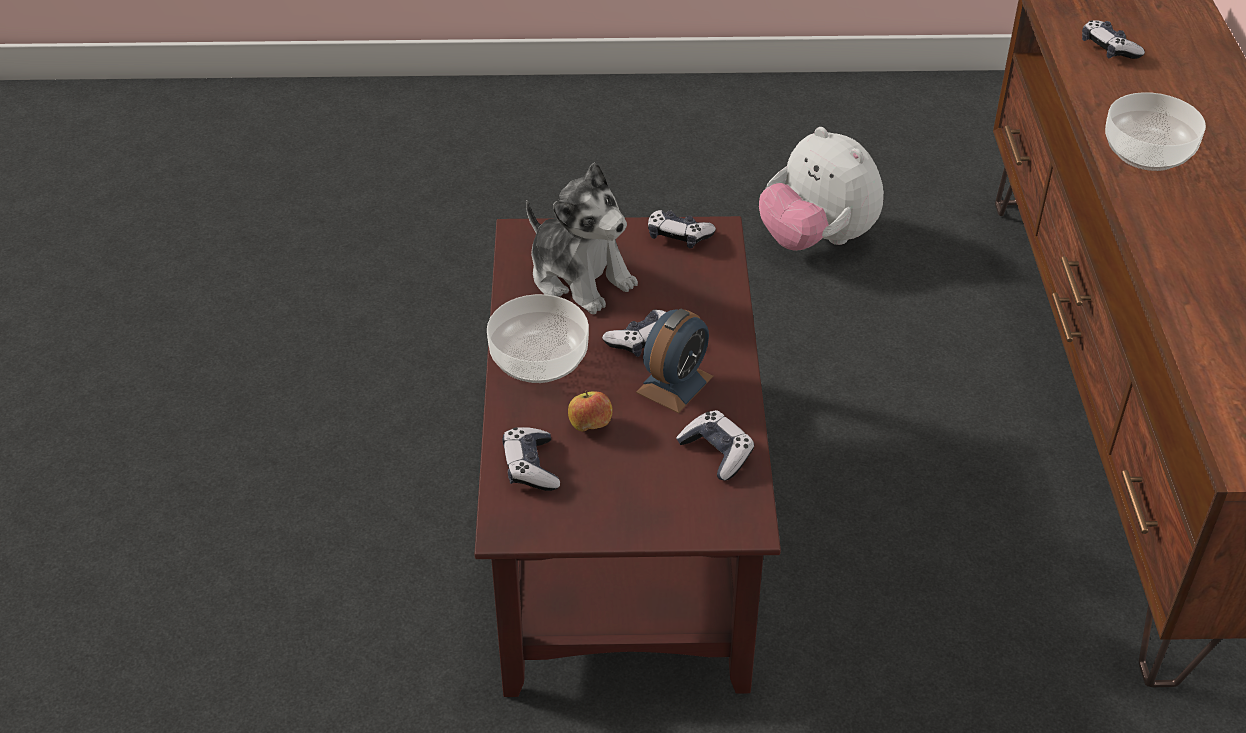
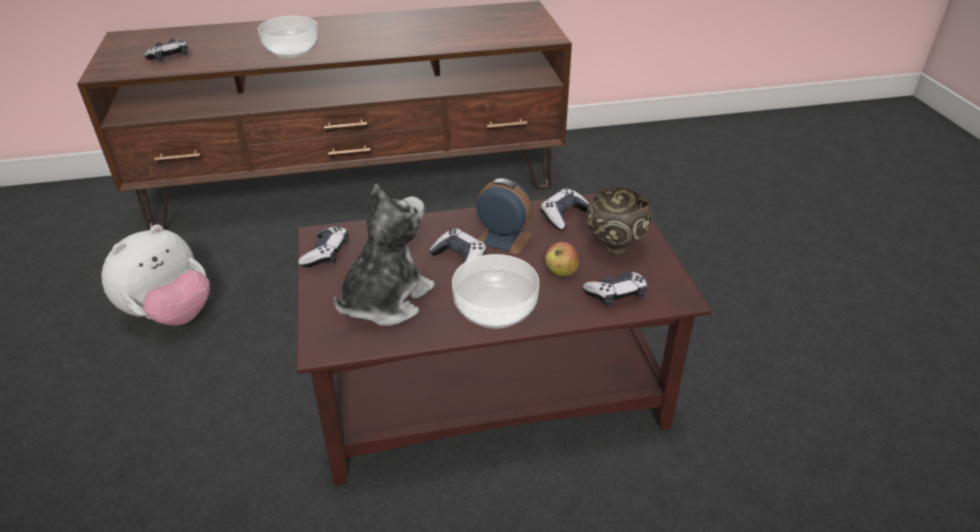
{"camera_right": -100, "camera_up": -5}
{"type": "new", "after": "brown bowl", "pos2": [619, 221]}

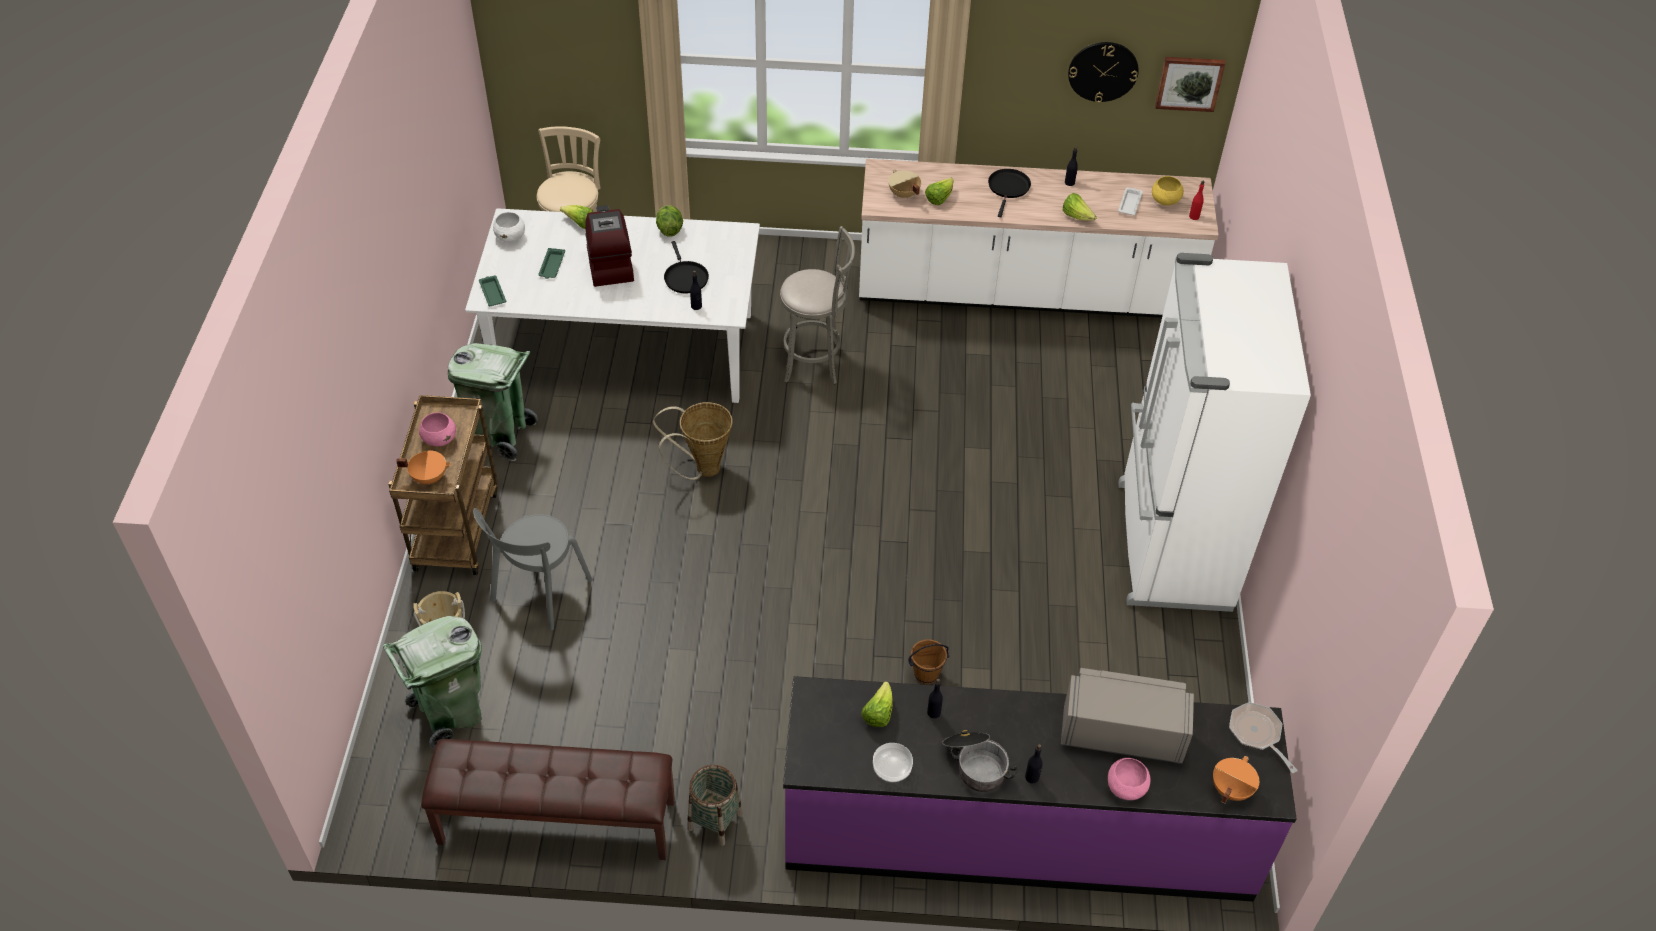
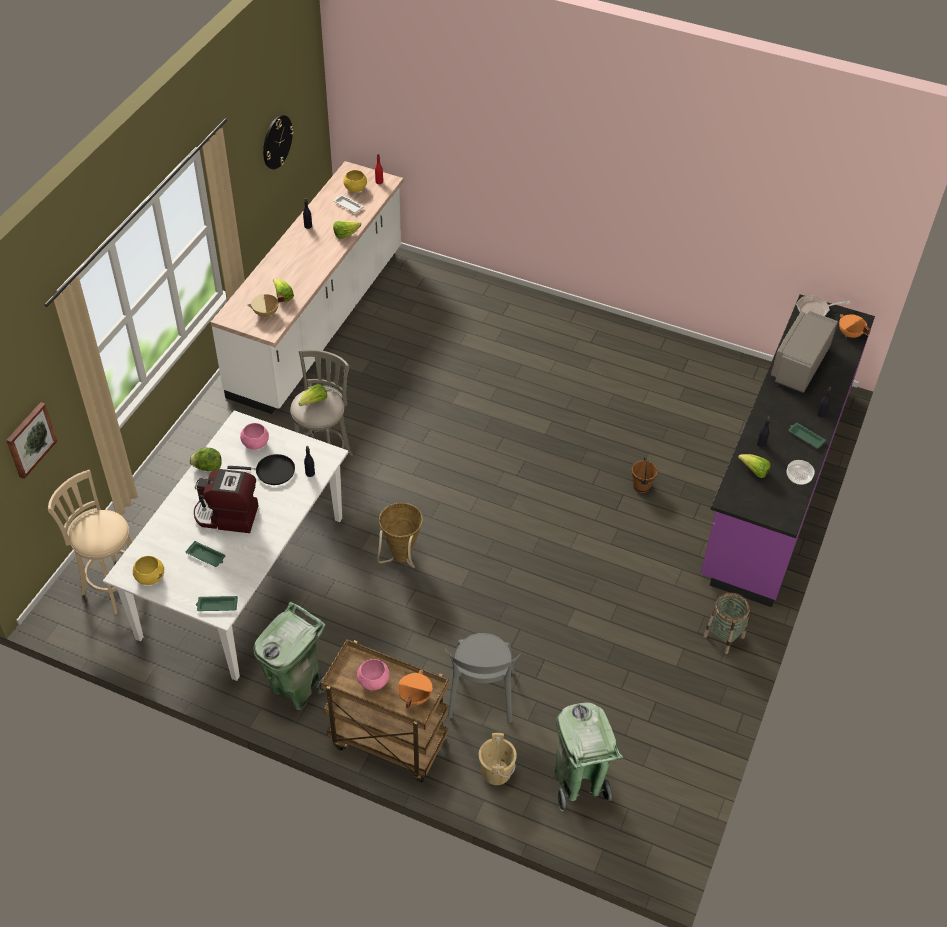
{"camera_right": -70, "camera_up": 0}
{"type": "shifted", "before": "picture", "pos1": [1190, 84], "pos2": [31, 440]}
{"type": "gone", "before": "black frying pan", "pos1": [1009, 193]}
{"type": "shifted", "before": "lettuce", "pos1": [576, 217], "pos2": [312, 395]}
{"type": "repainted", "before": "white bowl", "after": "yellow bowl", "pos1": [509, 227], "pos2": [148, 570]}
{"type": "gone", "before": "white fridge", "pos1": [1214, 432]}
{"type": "rotated", "before": "grey chair", "pos1": [532, 569], "pos2": [483, 678], "turn": 45}
{"type": "swapped", "before": "cooking pot", "after": "green tray", "pos1": [980, 761], "pos2": [807, 436]}
{"type": "gone", "before": "brown bench", "pos1": [548, 799]}
{"type": "shifted", "before": "pink bowl", "pos1": [1129, 779], "pos2": [254, 436]}

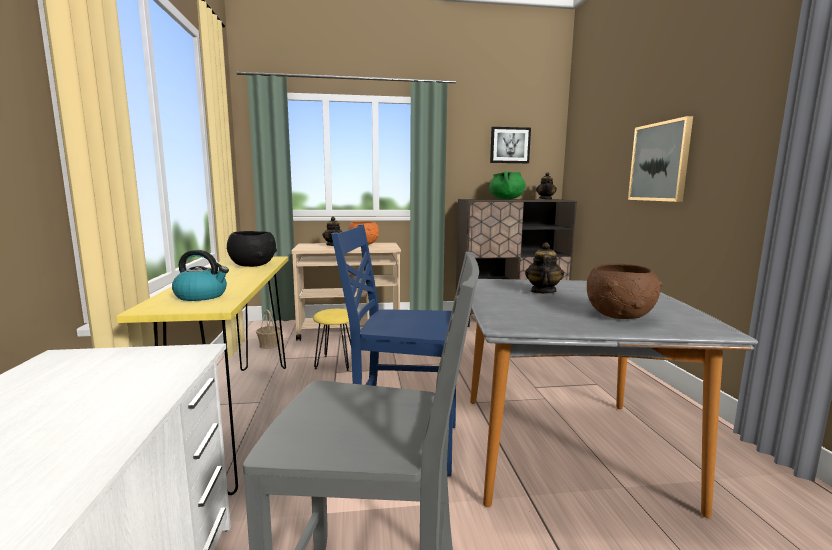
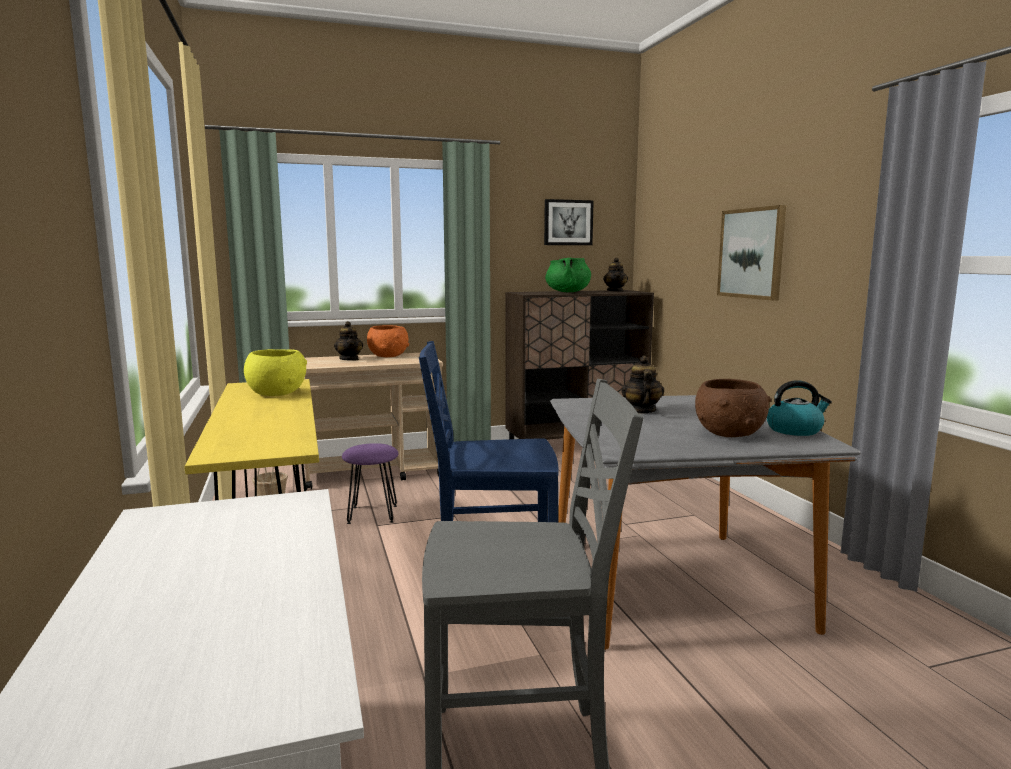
{"camera_right": -10, "camera_up": 0}
{"type": "repainted", "before": "black bowl", "after": "yellow bowl", "pos1": [252, 249], "pos2": [275, 372]}
{"type": "shifted", "before": "kettle", "pos1": [200, 275], "pos2": [799, 408]}
{"type": "repainted", "before": "yellow stool", "after": "purple stool", "pos1": [332, 340], "pos2": [370, 483]}

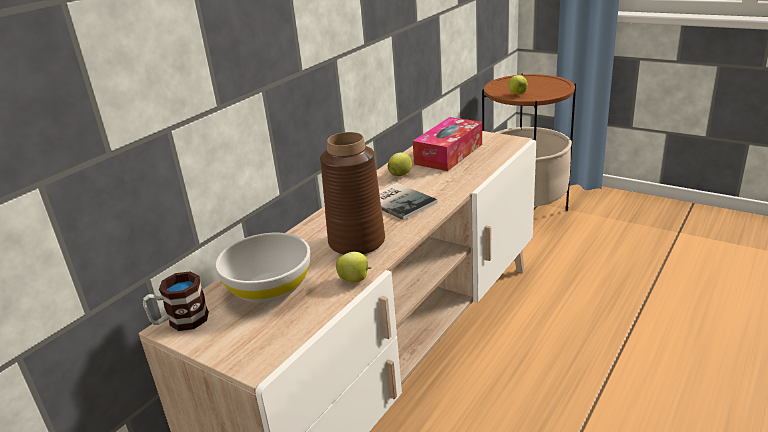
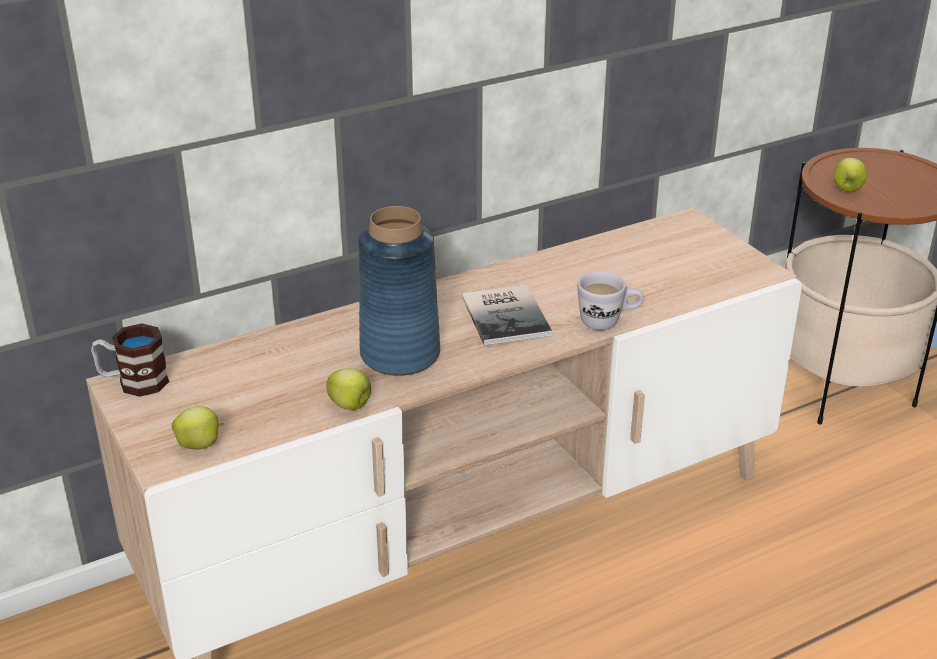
{"camera_right": 25, "camera_up": 5}
{"type": "gone", "before": "tissue box", "pos1": [447, 144]}
{"type": "repainted", "before": "brown vase", "after": "blue vase", "pos1": [352, 193], "pos2": [399, 291]}
{"type": "shifted", "before": "apple", "pos1": [400, 164], "pos2": [198, 427]}
{"type": "gone", "before": "white bowl", "pos1": [263, 268]}
{"type": "new", "after": "white mug", "pos2": [610, 300]}

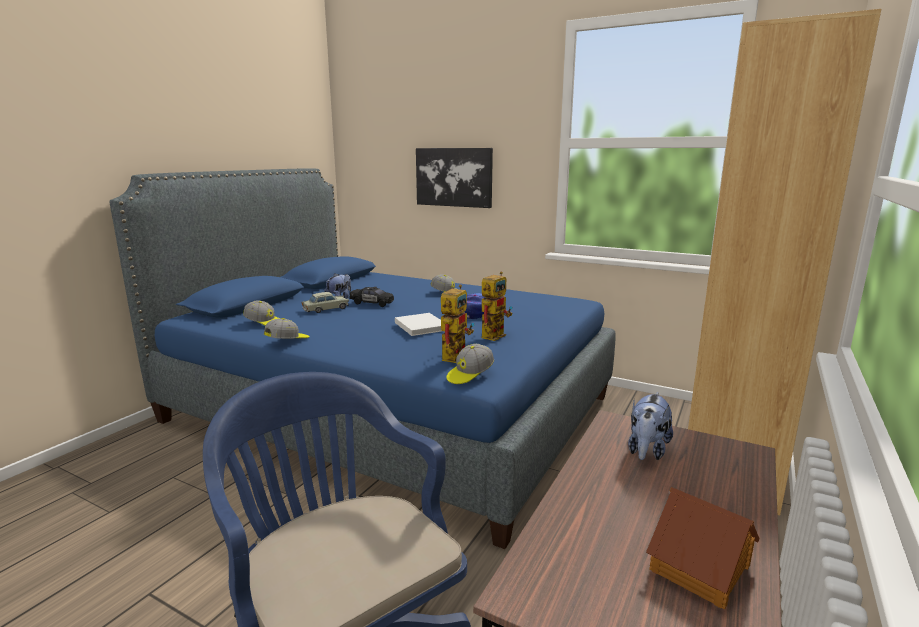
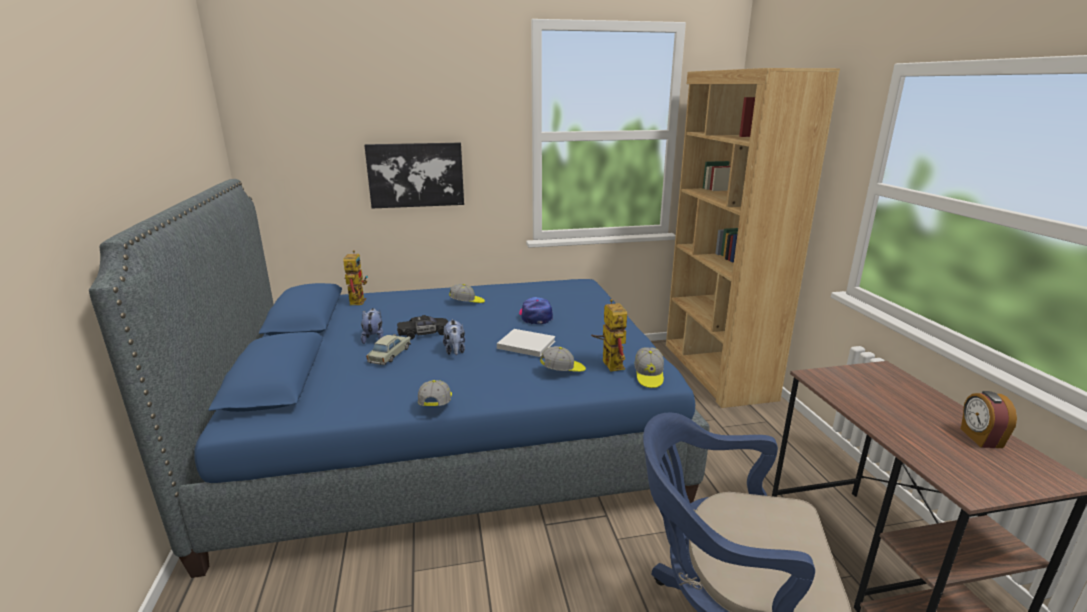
{"camera_right": -40, "camera_up": 5}
{"type": "shifted", "before": "toy robot", "pos1": [497, 306], "pos2": [355, 277]}
{"type": "shifted", "before": "cap", "pos1": [261, 313], "pos2": [563, 359]}
{"type": "shifted", "before": "plush toy", "pos1": [650, 426], "pos2": [454, 337]}
{"type": "swapped", "before": "toy house", "after": "alarm clock", "pos1": [703, 548], "pos2": [989, 419]}

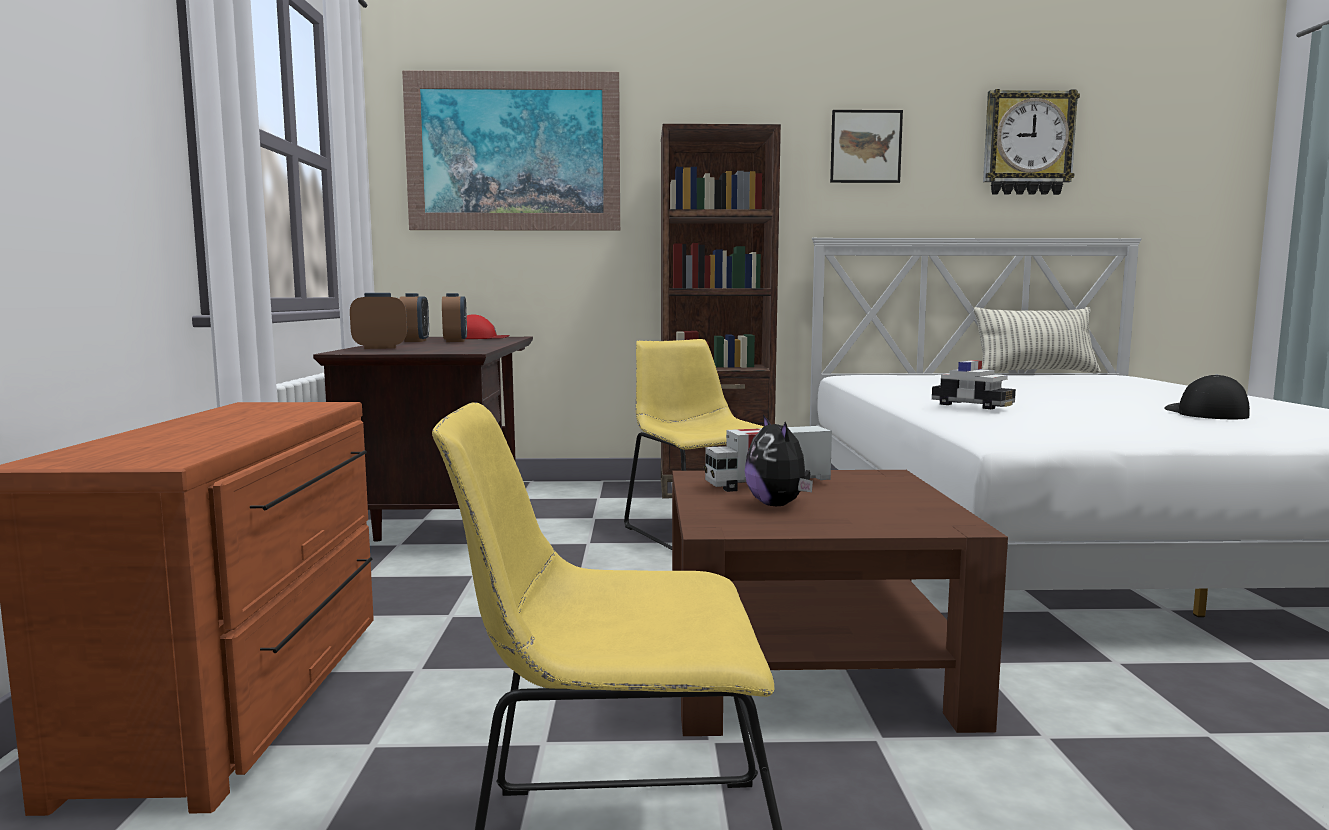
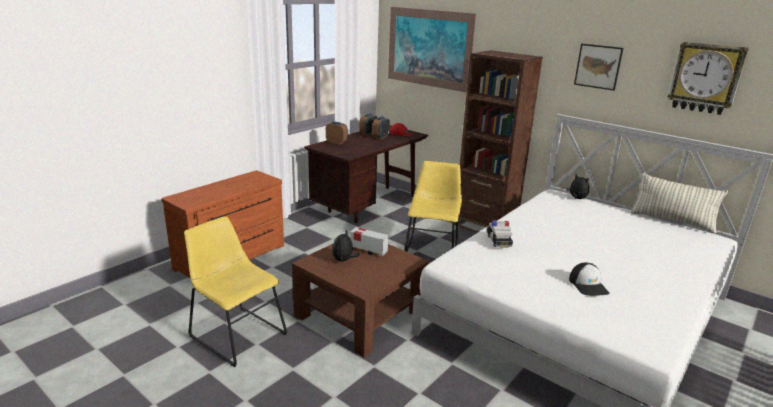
{"camera_right": 40, "camera_up": 15}
{"type": "rotated", "before": "cap", "pos1": [1207, 396], "pos2": [589, 279], "turn": 120}
{"type": "new", "after": "plush toy", "pos2": [577, 186]}

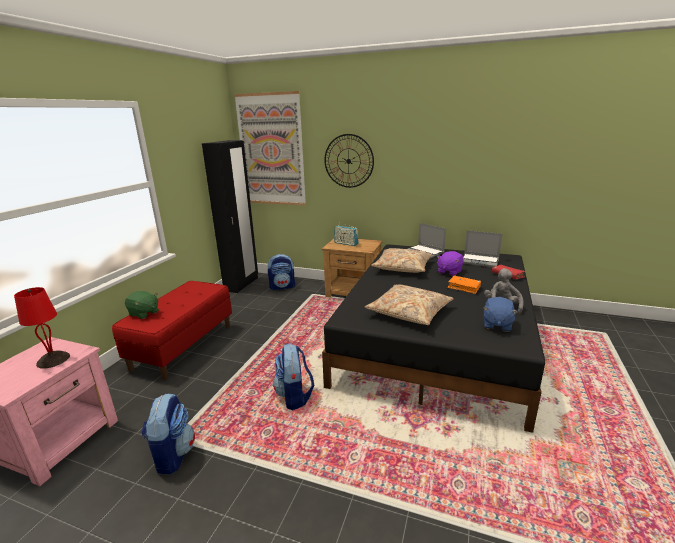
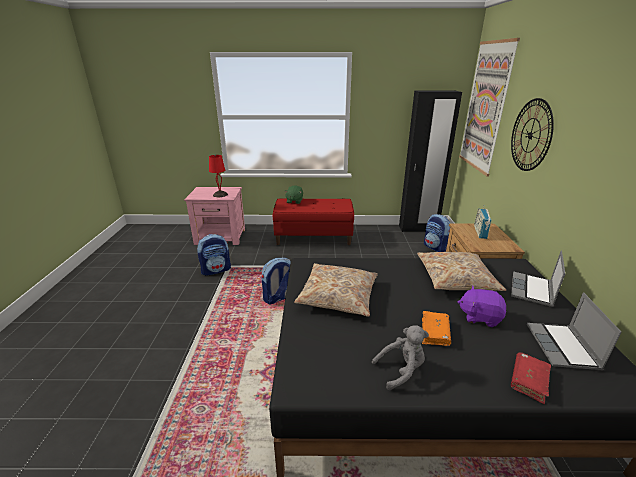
{"camera_right": 70, "camera_up": 5}
{"type": "gone", "before": "blue plush toy", "pos1": [500, 314]}

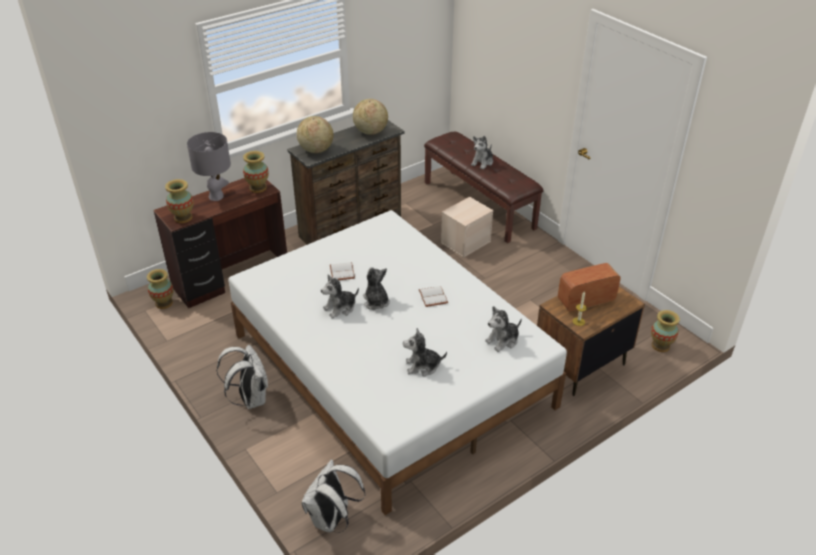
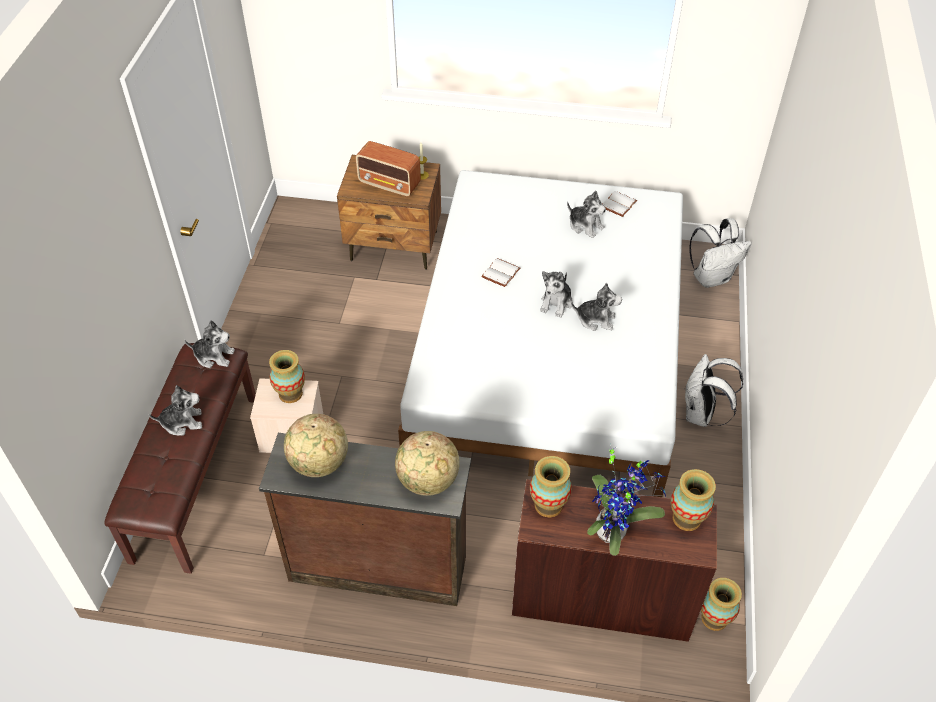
{"camera_right": -135, "camera_up": 10}
{"type": "swapped", "before": "grey table lamp", "after": "potted plant", "pos1": [209, 166], "pos2": [626, 499]}
{"type": "shifted", "before": "white book", "pos1": [342, 271], "pos2": [620, 204]}
{"type": "shifted", "before": "plush toy", "pos1": [503, 329], "pos2": [210, 344]}
{"type": "shifted", "before": "vase", "pos1": [665, 331], "pos2": [287, 376]}

